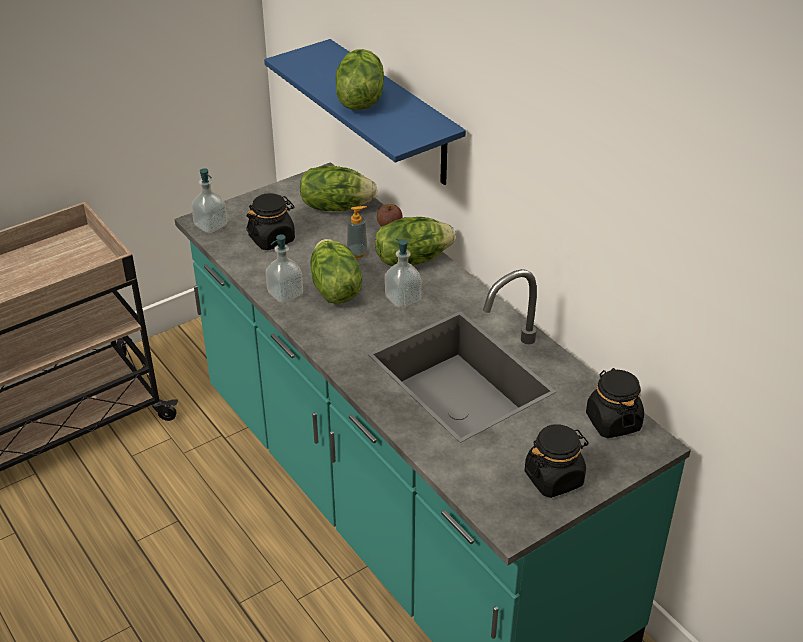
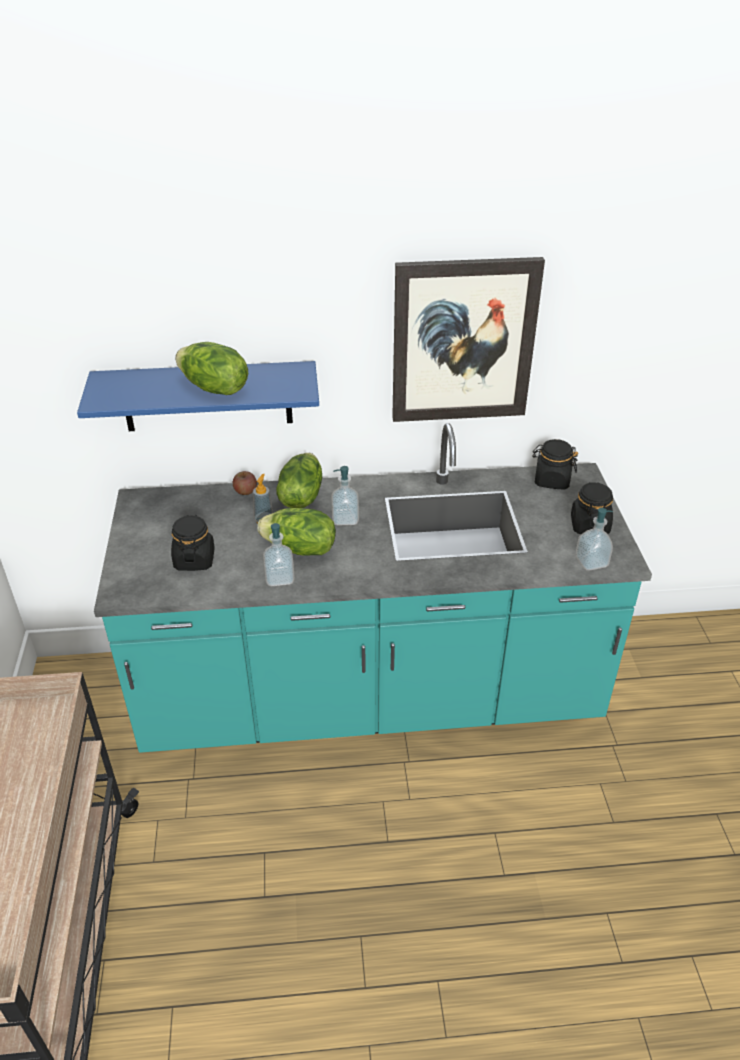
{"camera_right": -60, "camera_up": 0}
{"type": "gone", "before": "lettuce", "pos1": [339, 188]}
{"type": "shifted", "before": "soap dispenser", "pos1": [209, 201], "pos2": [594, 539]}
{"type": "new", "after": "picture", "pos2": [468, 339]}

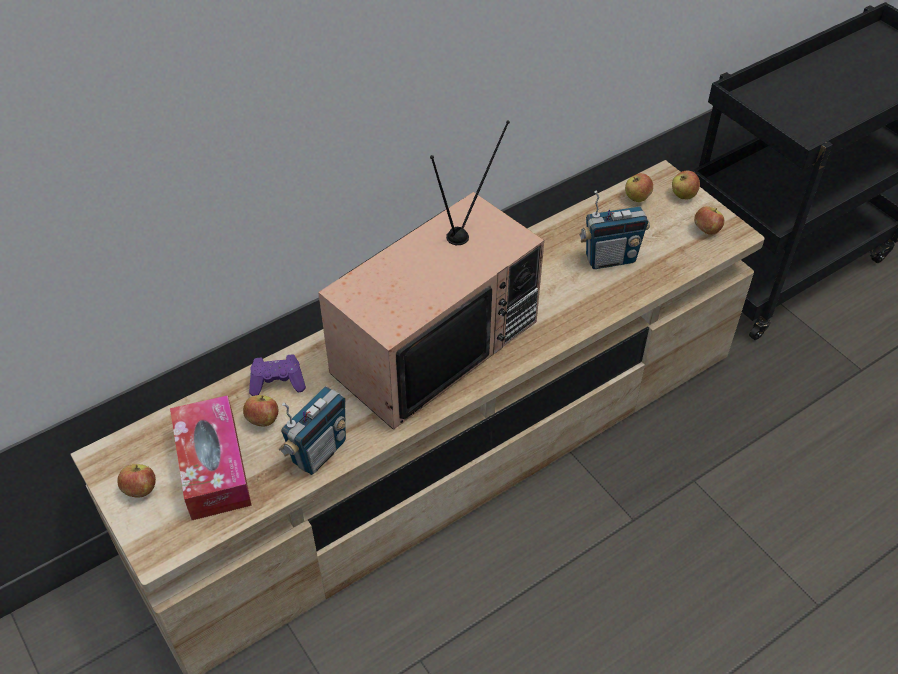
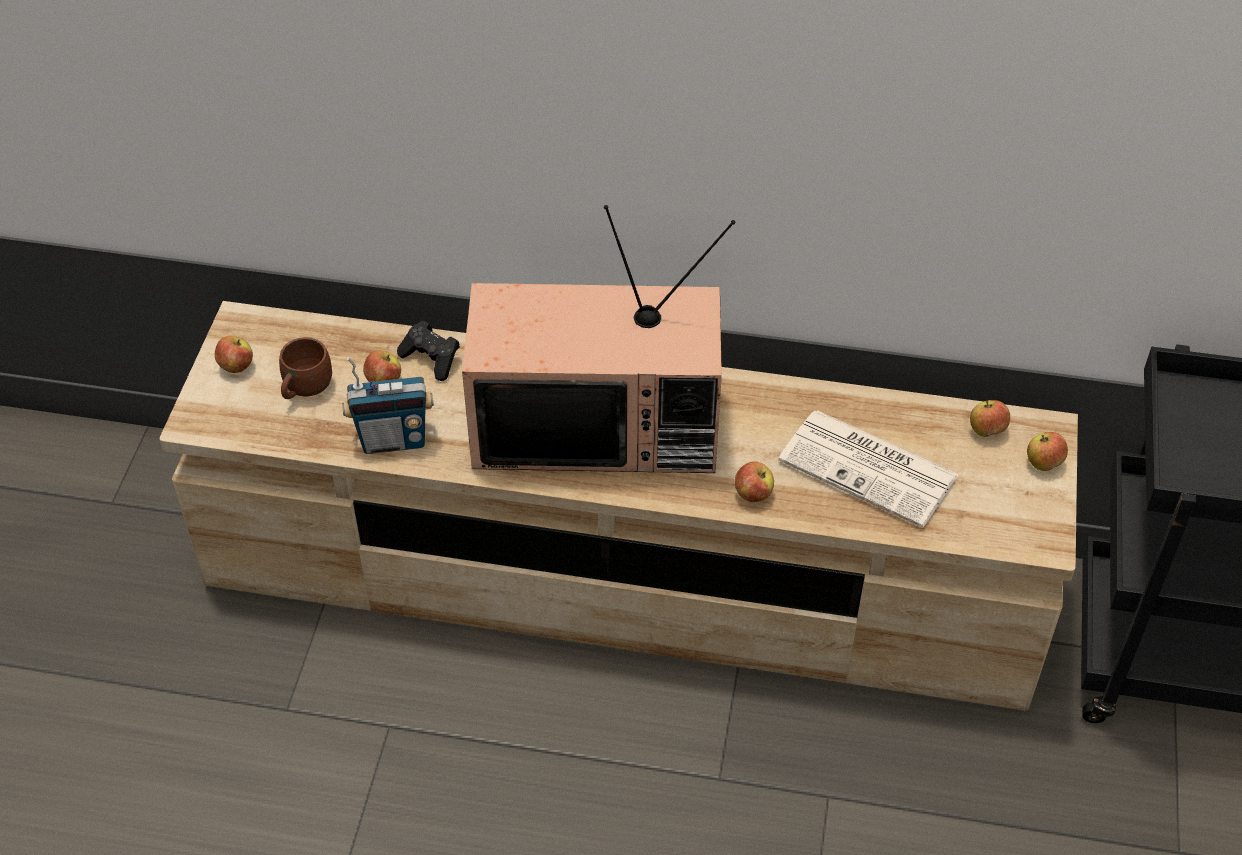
{"camera_right": 45, "camera_up": 0}
{"type": "swapped", "before": "radio", "after": "newspaper", "pos1": [614, 230], "pos2": [868, 469]}
{"type": "shifted", "before": "apple", "pos1": [709, 220], "pos2": [754, 481]}
{"type": "repainted", "before": "purple game controller", "after": "black game controller", "pos1": [277, 375], "pos2": [428, 350]}
{"type": "swapped", "before": "tissue box", "after": "brown mug", "pos1": [211, 457], "pos2": [305, 368]}

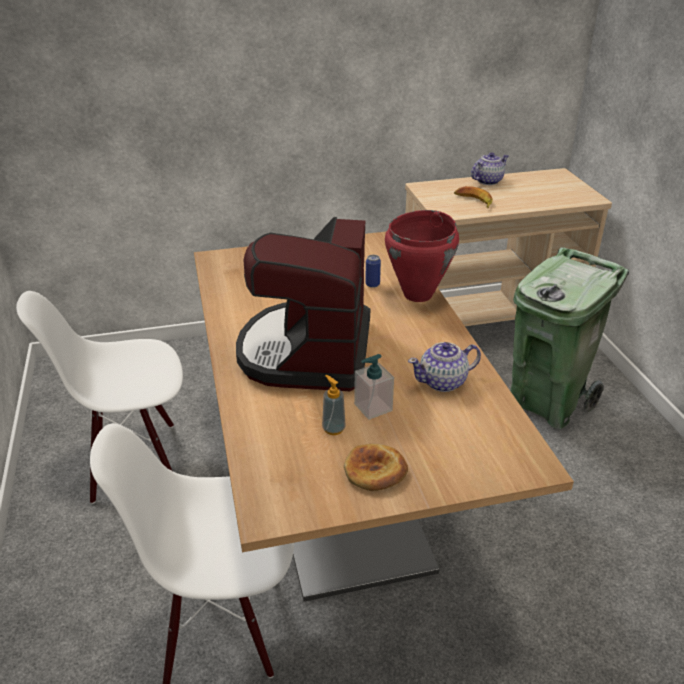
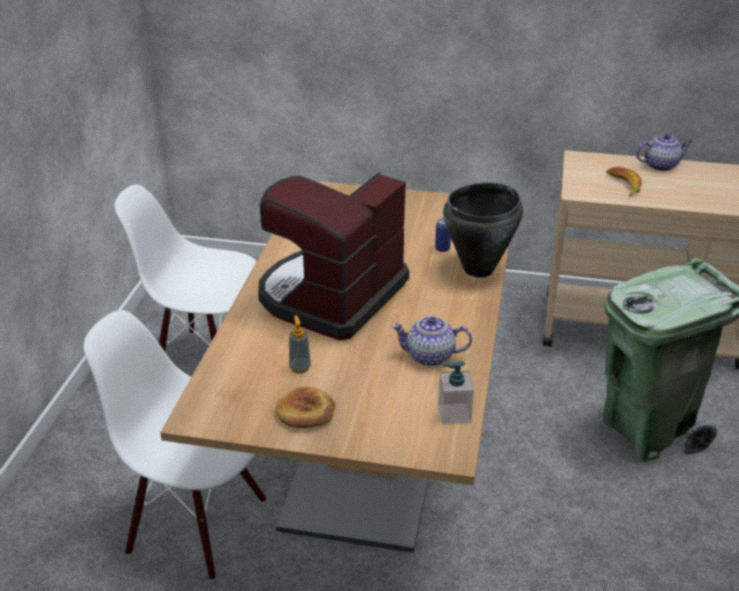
{"camera_right": 25, "camera_up": 0}
{"type": "repainted", "before": "red cooking pot", "after": "black cooking pot", "pos1": [422, 256], "pos2": [483, 230]}
{"type": "shifted", "before": "soap dispenser", "pos1": [374, 387], "pos2": [456, 393]}

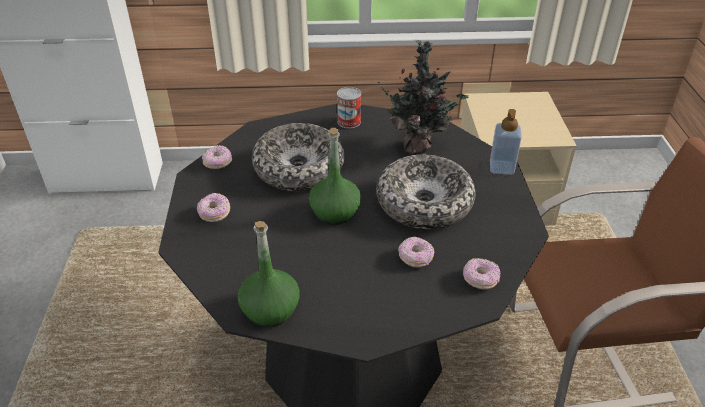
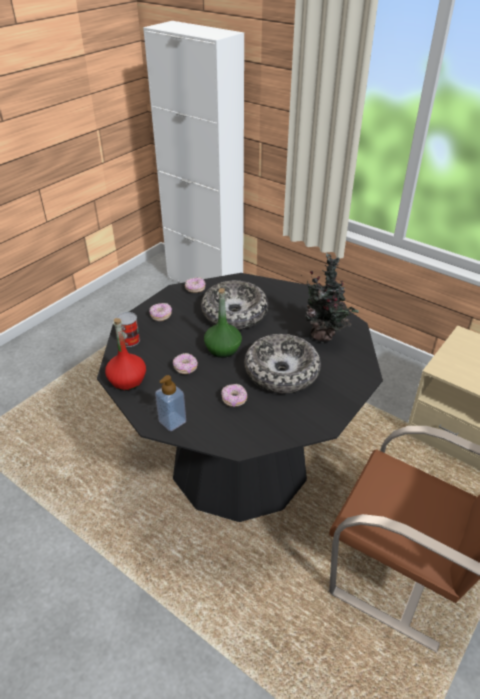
{"camera_right": 40, "camera_up": 0}
{"type": "shifted", "before": "can", "pos1": [349, 107], "pos2": [128, 329]}
{"type": "shifted", "before": "soap dispenser", "pos1": [506, 142], "pos2": [170, 403]}
{"type": "repainted", "before": "green bottle", "after": "red bottle", "pos1": [269, 274], "pos2": [125, 354]}
{"type": "shifted", "before": "donut", "pos1": [481, 274], "pos2": [185, 363]}

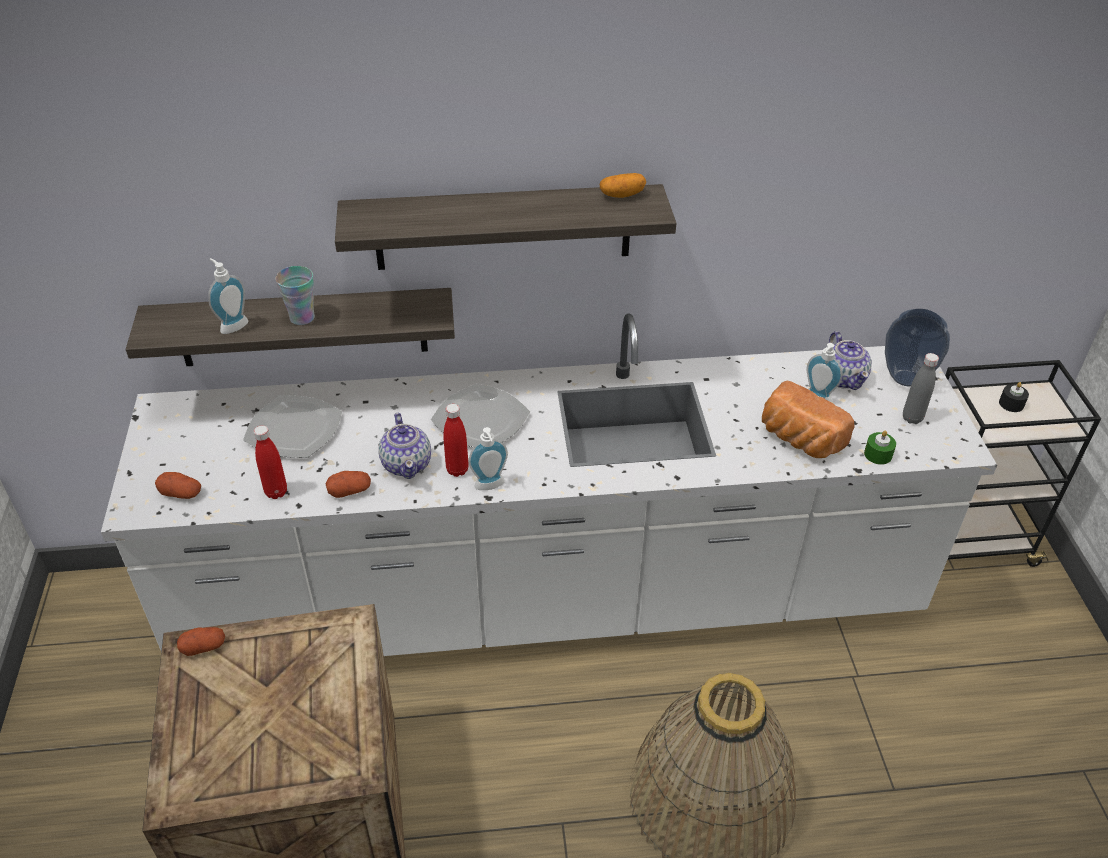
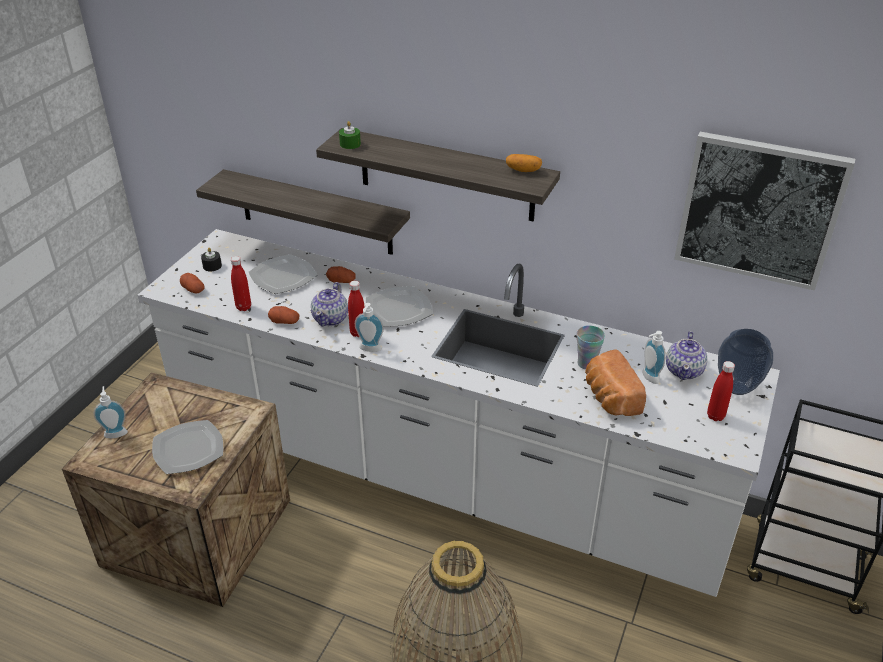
{"camera_right": 30, "camera_up": -5}
{"type": "shifted", "before": "soap dispenser", "pos1": [228, 296], "pos2": [111, 412]}
{"type": "shifted", "before": "cup", "pos1": [295, 295], "pos2": [591, 347]}
{"type": "repainted", "before": "grey bottle", "after": "red bottle", "pos1": [921, 388], "pos2": [721, 391]}
{"type": "shifted", "before": "black candle", "pos1": [1014, 397], "pos2": [211, 259]}
{"type": "shifted", "before": "green candle", "pos1": [880, 448], "pos2": [350, 135]}
{"type": "shifted", "before": "potato", "pos1": [201, 641], "pos2": [341, 274]}
{"type": "new", "after": "picture", "pos2": [764, 211]}
{"type": "new", "after": "plate", "pos2": [187, 447]}

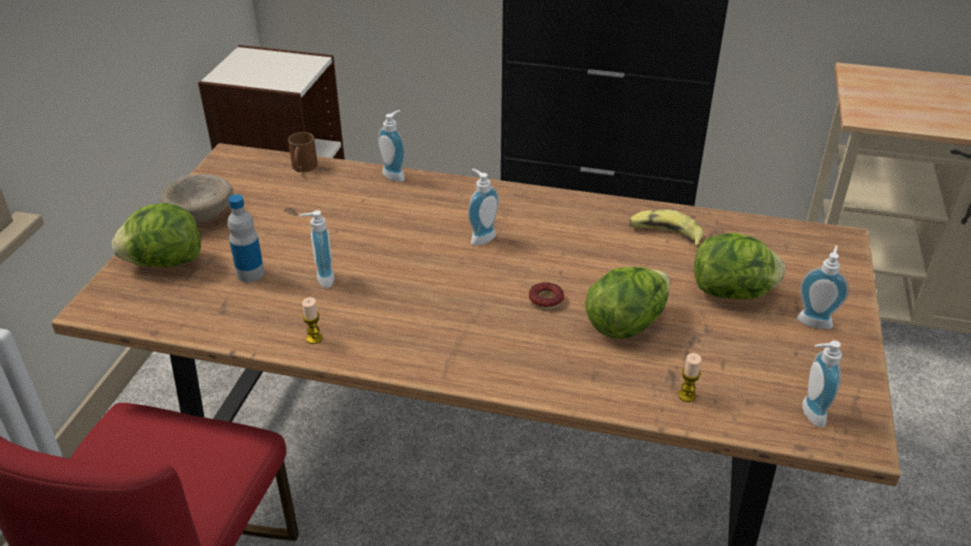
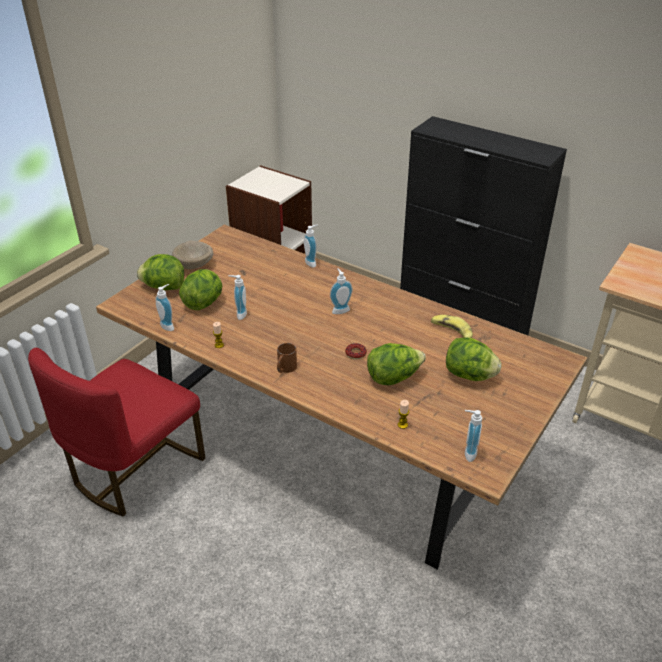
{"camera_right": 20, "camera_up": 0}
{"type": "shifted", "before": "brown mug", "pos1": [303, 152], "pos2": [287, 358]}
{"type": "swapped", "before": "bottle", "after": "lettuce", "pos1": [246, 238], "pos2": [200, 289]}
{"type": "shifted", "before": "soap dispenser", "pos1": [823, 287], "pos2": [164, 307]}

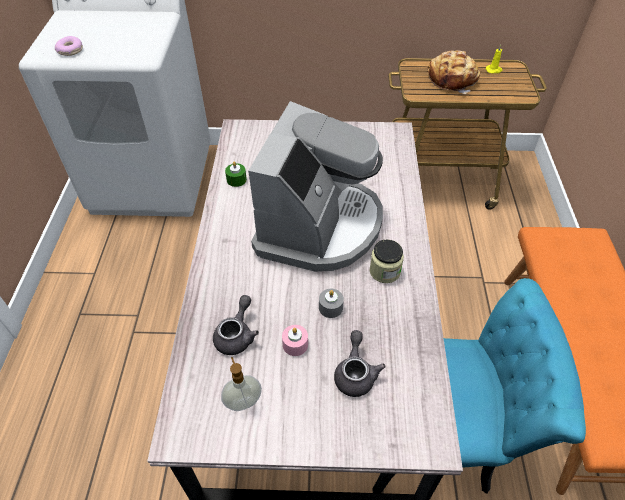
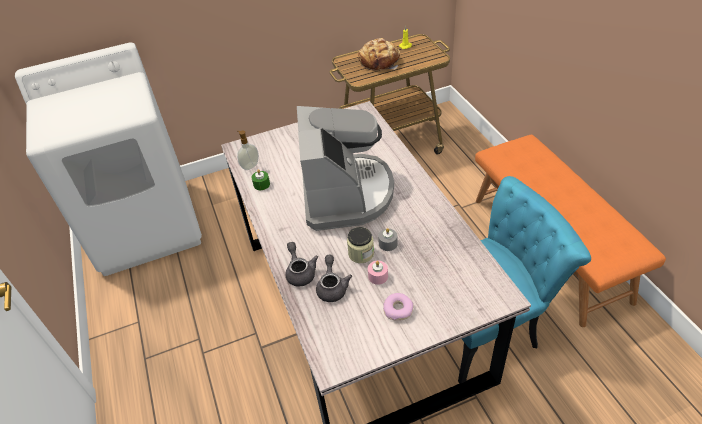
{"camera_right": -20, "camera_up": -5}
{"type": "shifted", "before": "donut", "pos1": [69, 46], "pos2": [398, 307]}
{"type": "shifted", "before": "jar", "pos1": [386, 261], "pos2": [360, 245]}
{"type": "shifted", "before": "grey teapot", "pos1": [360, 363], "pos2": [301, 264]}
{"type": "shifted", "before": "soap dispenser", "pos1": [241, 384], "pos2": [248, 150]}

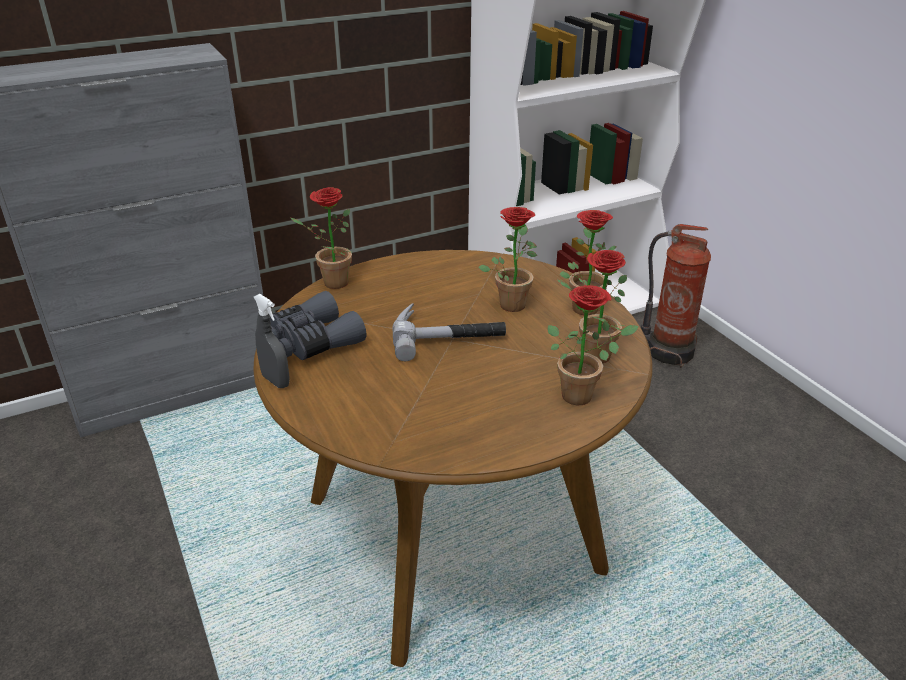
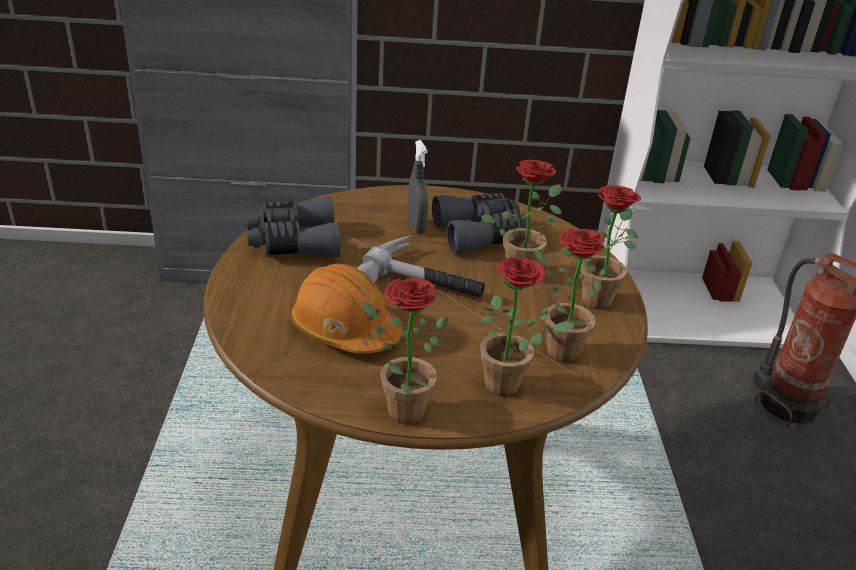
{"camera_right": 25, "camera_up": 0}
{"type": "shifted", "before": "potted plant", "pos1": [321, 238], "pos2": [405, 351]}
{"type": "shifted", "before": "grey spray bottle", "pos1": [272, 341], "pos2": [417, 187]}
{"type": "new", "after": "grey binoculars", "pos2": [481, 223]}
{"type": "new", "after": "orange hard hat", "pos2": [345, 309]}

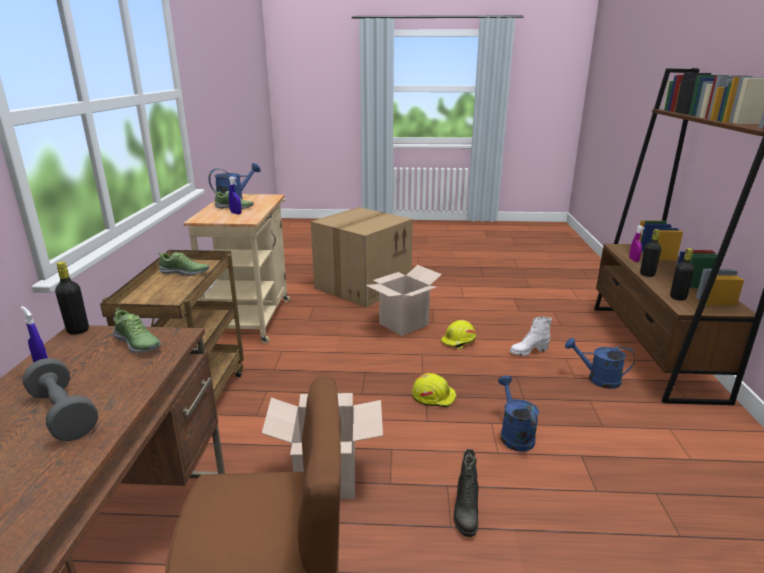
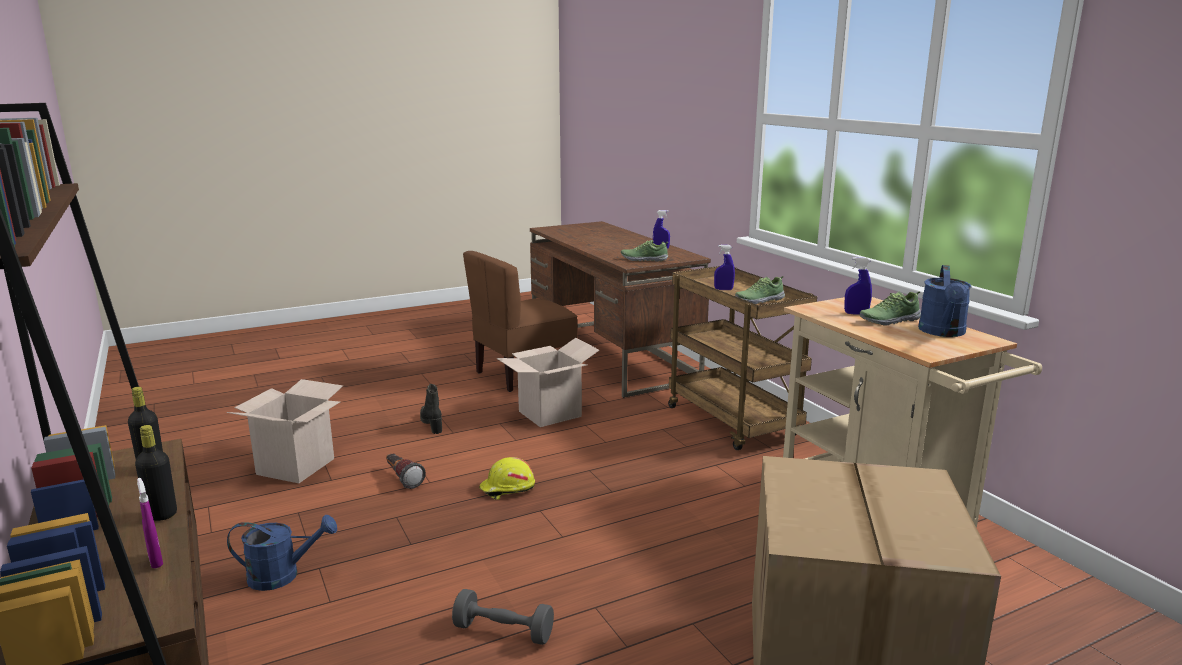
{"camera_right": 150, "camera_up": -5}
{"type": "gone", "before": "black bottle", "pos1": [72, 298]}
{"type": "shifted", "before": "cardboard box", "pos1": [404, 300], "pos2": [285, 431]}
{"type": "gone", "before": "white boot", "pos1": [531, 336]}
{"type": "gone", "before": "yellow hard hat", "pos1": [458, 334]}
{"type": "shifted", "before": "grey dumbbell", "pos1": [60, 399], "pos2": [503, 617]}
{"type": "swapped", "before": "blue watering can", "after": "flashlight", "pos1": [518, 413], "pos2": [406, 471]}
{"type": "new", "after": "blue spray bottle", "pos2": [724, 267]}

